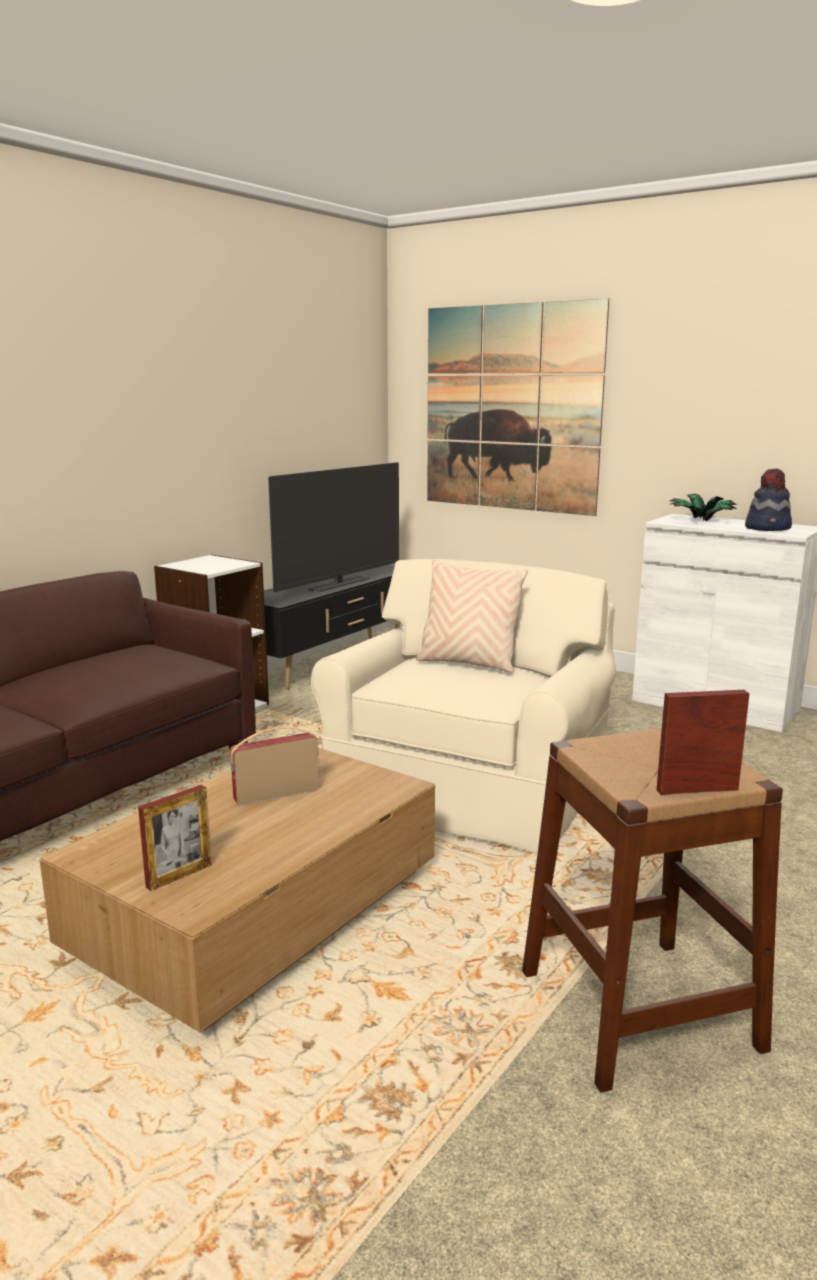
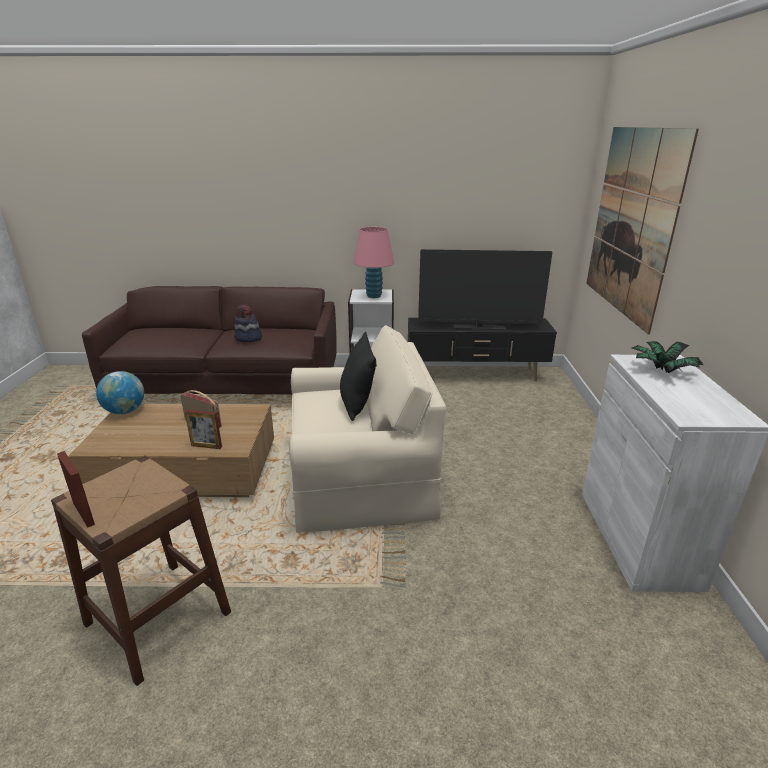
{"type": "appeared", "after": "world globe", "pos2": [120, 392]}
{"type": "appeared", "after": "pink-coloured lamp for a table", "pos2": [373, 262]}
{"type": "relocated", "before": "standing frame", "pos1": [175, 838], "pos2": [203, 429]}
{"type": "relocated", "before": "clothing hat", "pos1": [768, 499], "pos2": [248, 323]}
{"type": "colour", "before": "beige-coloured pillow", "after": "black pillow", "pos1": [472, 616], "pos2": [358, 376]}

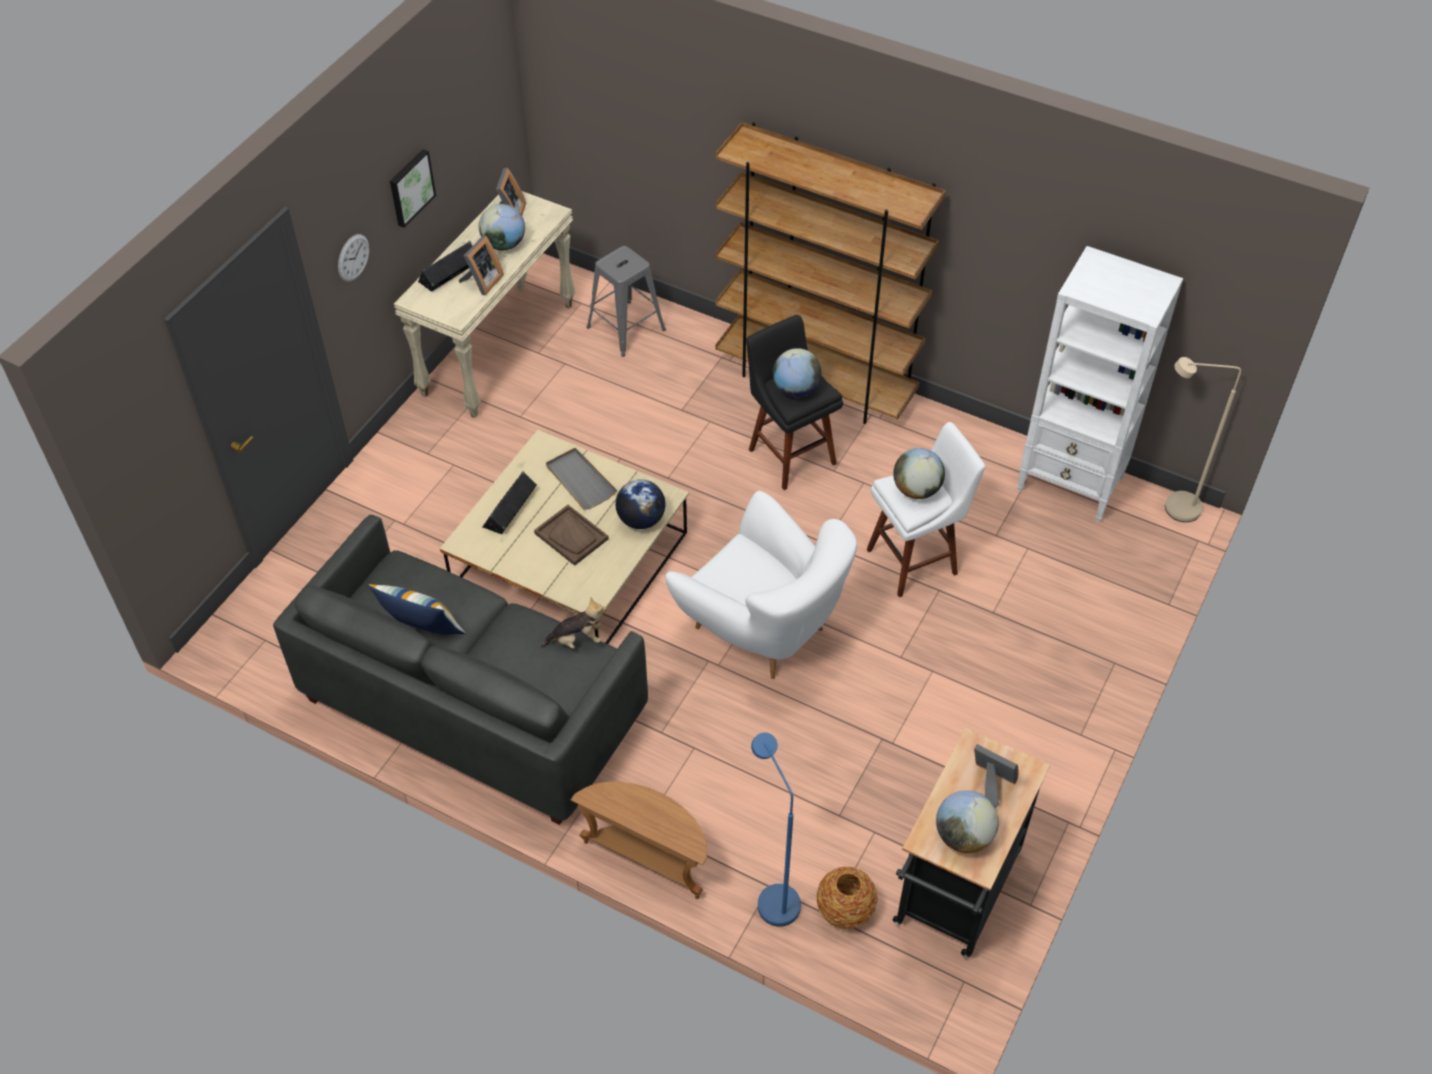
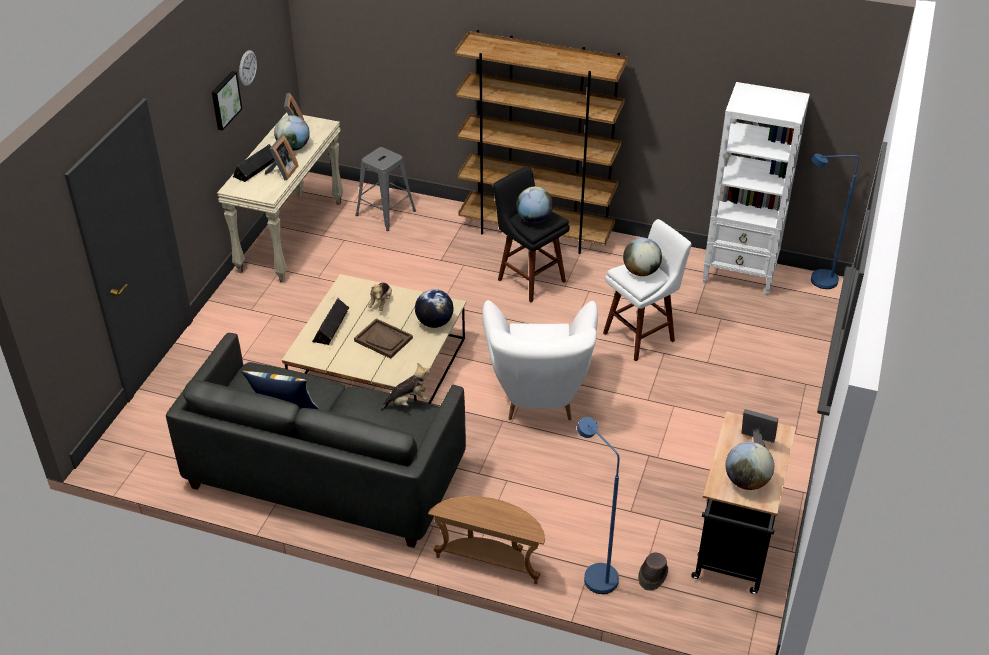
{"type": "relocated", "before": "wall clock", "pos1": [353, 258], "pos2": [248, 68]}
{"type": "exchanged", "before": "grey serving tray", "after": "soft toy", "pos1": [581, 479], "pos2": [380, 297]}
{"type": "exchanged", "before": "vase", "after": "brown clothing hat", "pos1": [847, 897], "pos2": [653, 571]}
{"type": "colour", "before": "beige-coloured floor lamp", "after": "blue-coloured floor lamp", "pos1": [1203, 439], "pos2": [835, 221]}
{"type": "spun", "before": "white-coloured easy chair", "pos1": [761, 585], "pos2": [540, 360], "turn": 60}

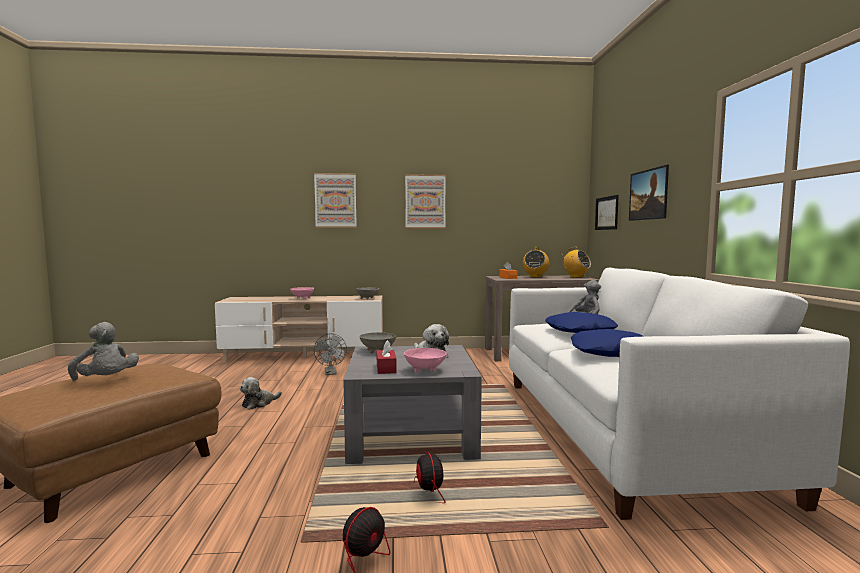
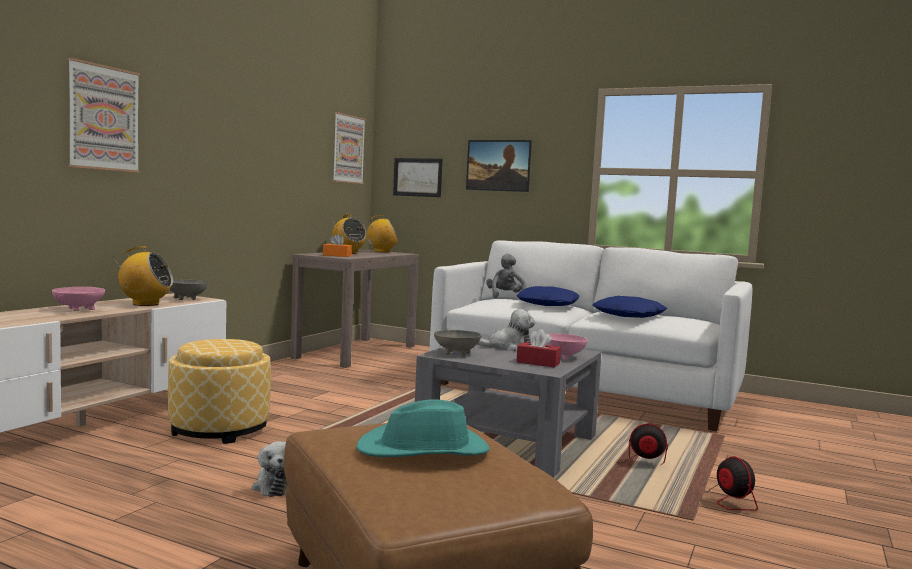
{"type": "appeared", "after": "radio receiver", "pos2": [143, 276]}
{"type": "relocated", "before": "picture", "pos1": [425, 201], "pos2": [349, 148]}
{"type": "exchanged", "before": "grey soft toy", "after": "turquoise-coloured clothing hat", "pos1": [103, 351], "pos2": [423, 428]}
{"type": "exchanged", "before": "grey cooling fan", "after": "pouffe", "pos1": [330, 354], "pos2": [219, 391]}

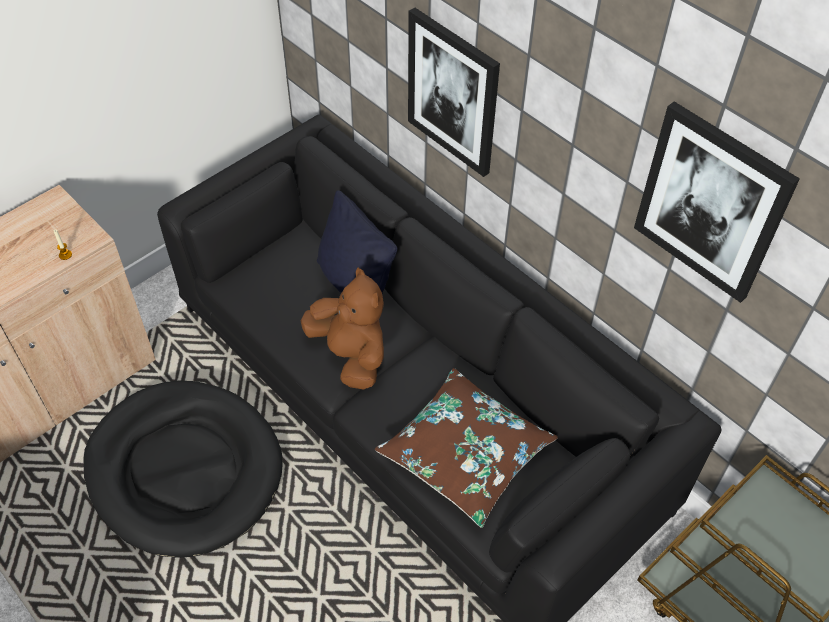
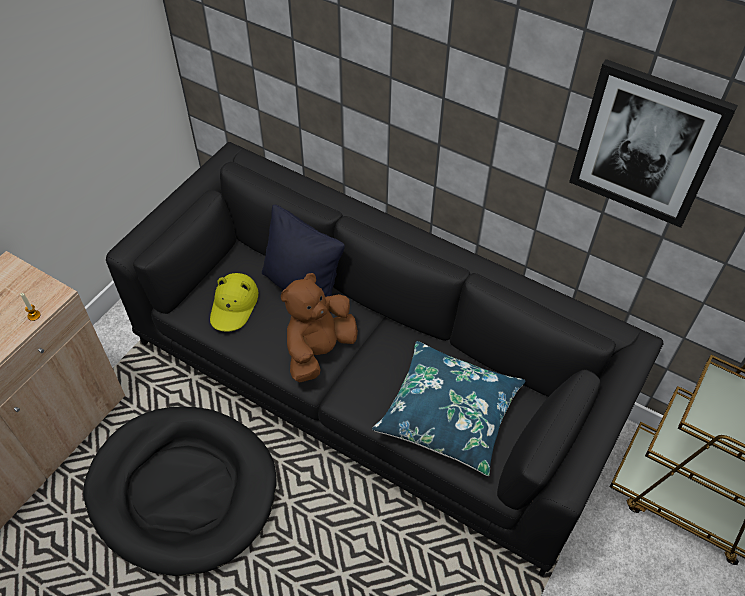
{"type": "missing", "before": "picture", "pos1": [454, 92]}
{"type": "appeared", "after": "yellow clothing hat", "pos2": [234, 302]}
{"type": "colour", "before": "brown pillow", "after": "blue-coloured pillow", "pos1": [466, 448], "pos2": [449, 408]}
{"type": "spun", "before": "brown soft toy", "pos1": [342, 329], "pos2": [319, 327], "turn": -90}

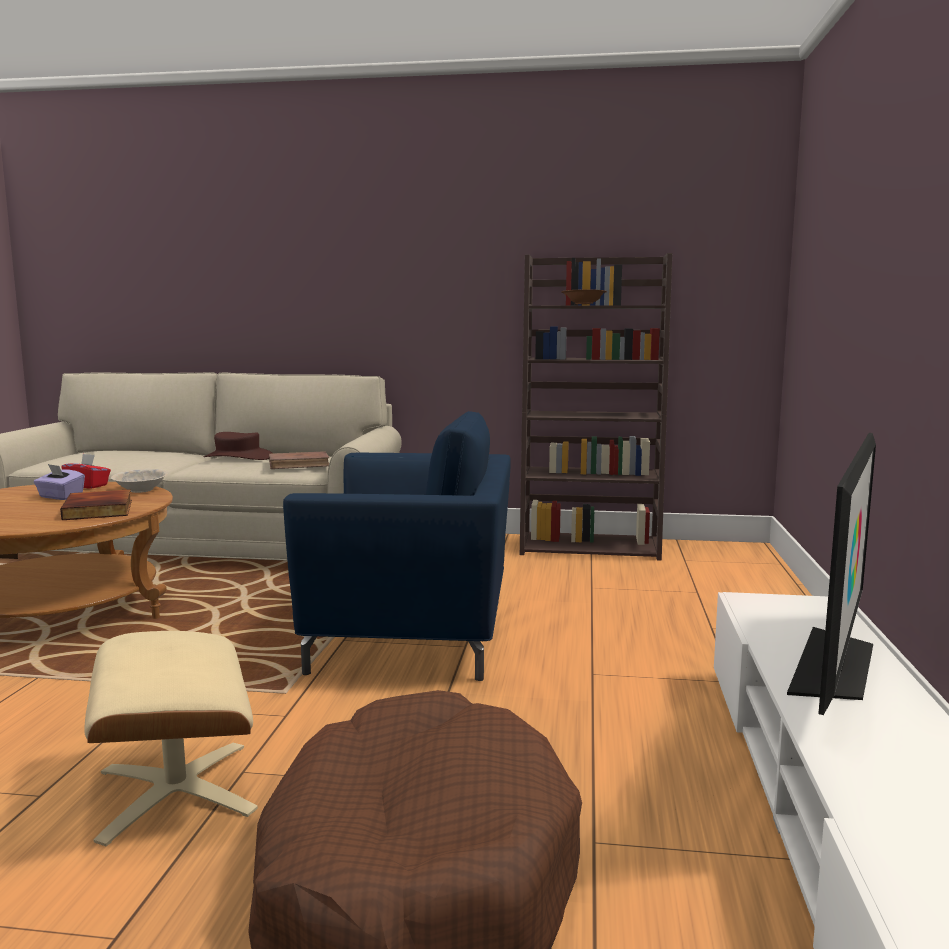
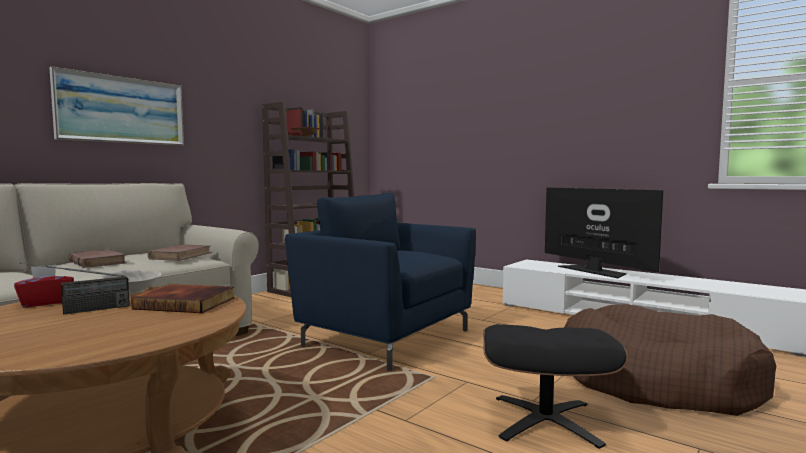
{"type": "appeared", "after": "picture", "pos2": [116, 106]}
{"type": "exchanged", "before": "purplish tissue box", "after": "radio receiver", "pos1": [59, 482], "pos2": [75, 288]}
{"type": "exchanged", "before": "brown clothing hat", "after": "brown book", "pos1": [238, 446], "pos2": [97, 258]}
{"type": "colour", "before": "beige-coloured pouffe", "after": "black pouffe", "pos1": [171, 738], "pos2": [555, 386]}
{"type": "spun", "before": "blue-coloured easy chair", "pos1": [397, 546], "pos2": [380, 281], "turn": -90}

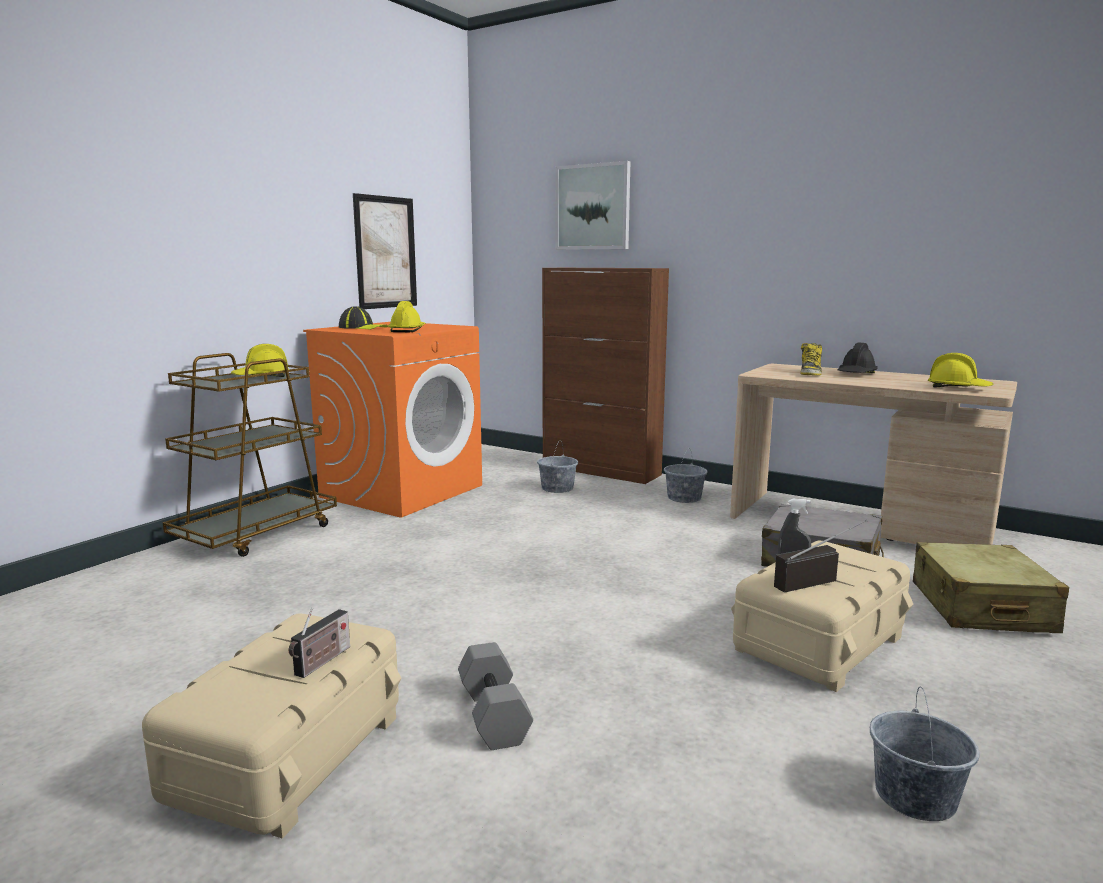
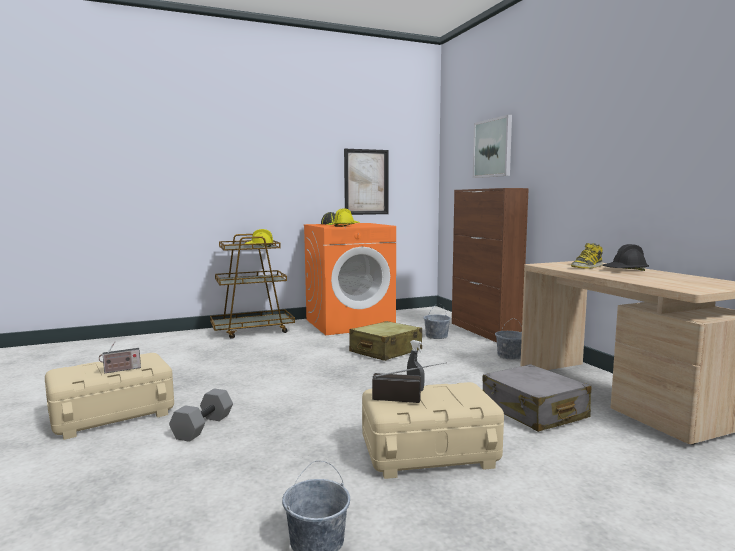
{"type": "missing", "before": "yellow hard hat", "pos1": [960, 370]}
{"type": "relocated", "before": "beige-coloured travel case", "pos1": [991, 587], "pos2": [385, 341]}

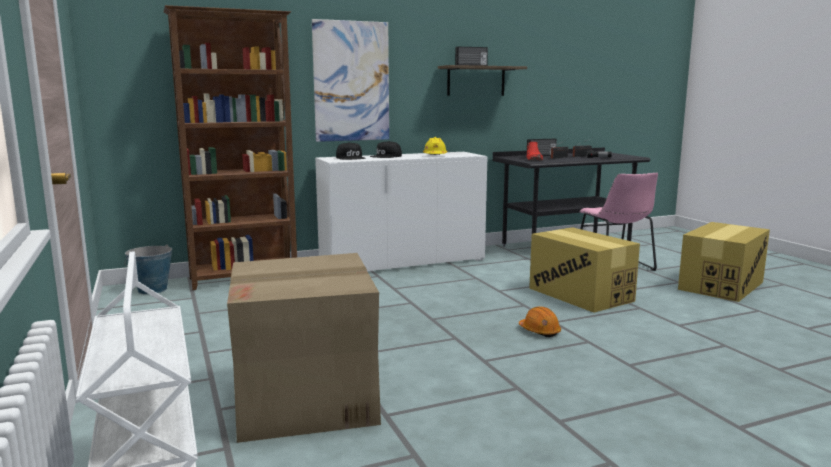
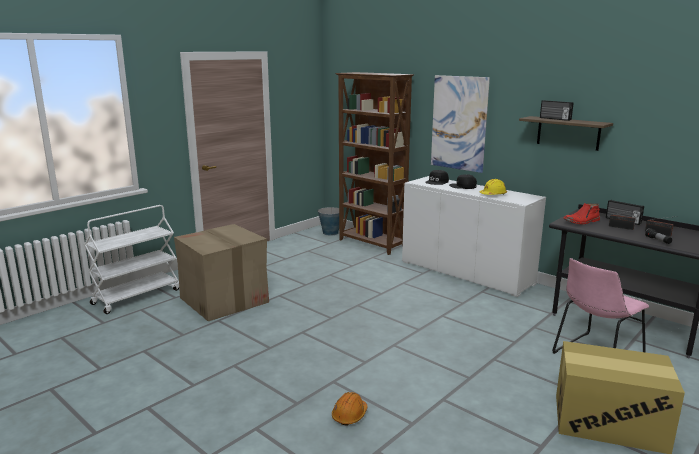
{"type": "missing", "before": "packing box", "pos1": [584, 270]}
{"type": "relocated", "before": "orange hard hat", "pos1": [540, 322], "pos2": [350, 409]}

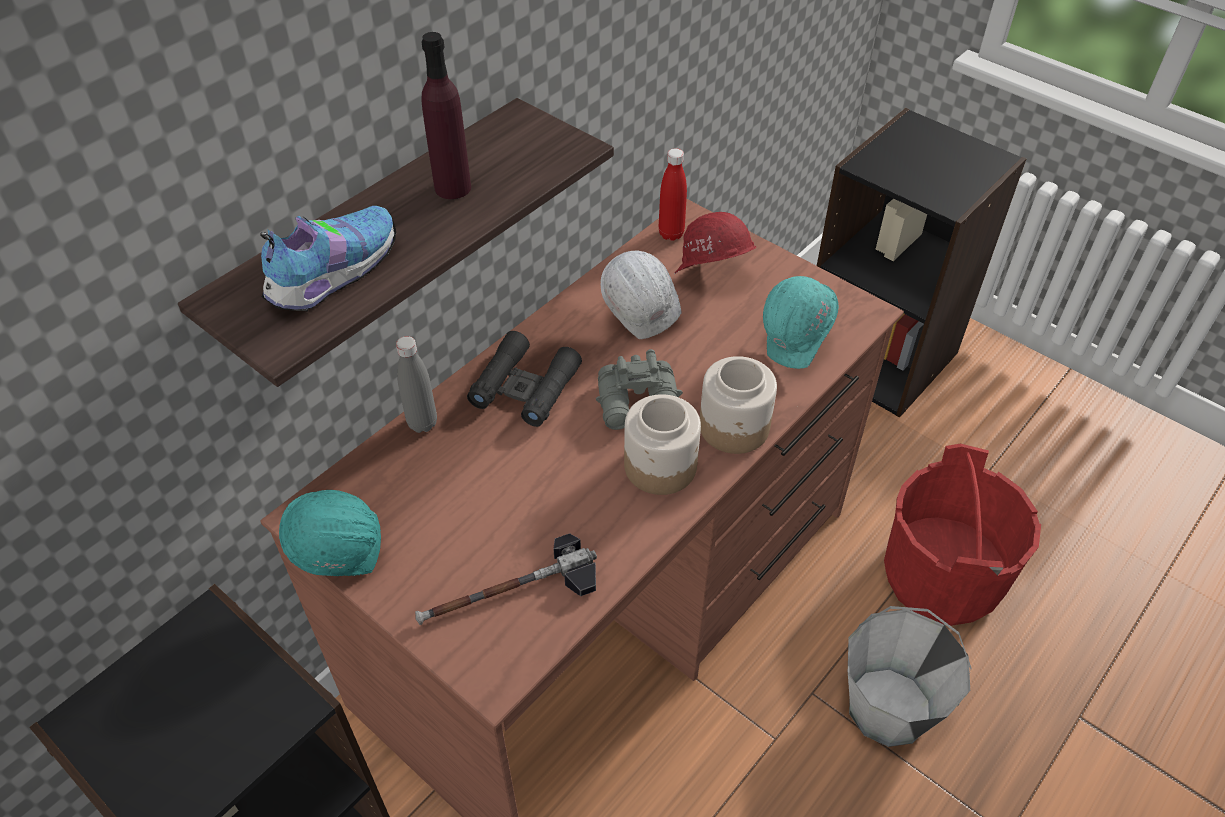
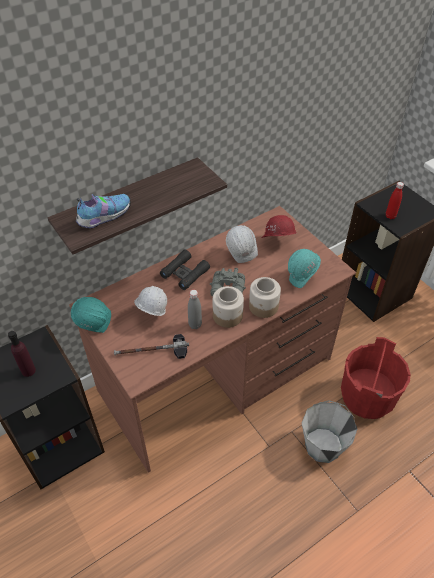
{"type": "appeared", "after": "white-coloured hard hat", "pos2": [150, 301]}
{"type": "relocated", "before": "grey beverage bottle", "pos1": [416, 384], "pos2": [195, 309]}
{"type": "relocated", "before": "purplish beverage bottle", "pos1": [446, 115], "pos2": [22, 354]}
{"type": "relocated", "before": "red beverage bottle", "pos1": [673, 194], "pos2": [395, 200]}

